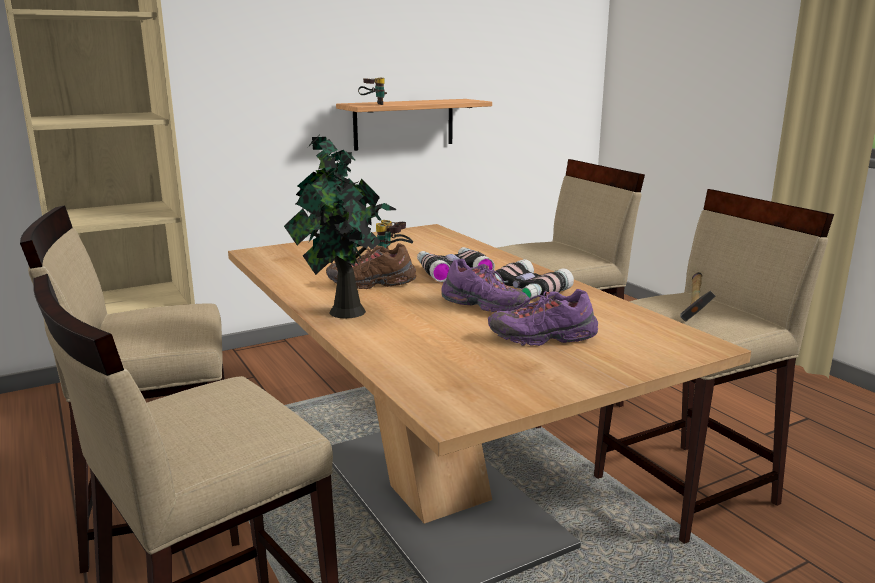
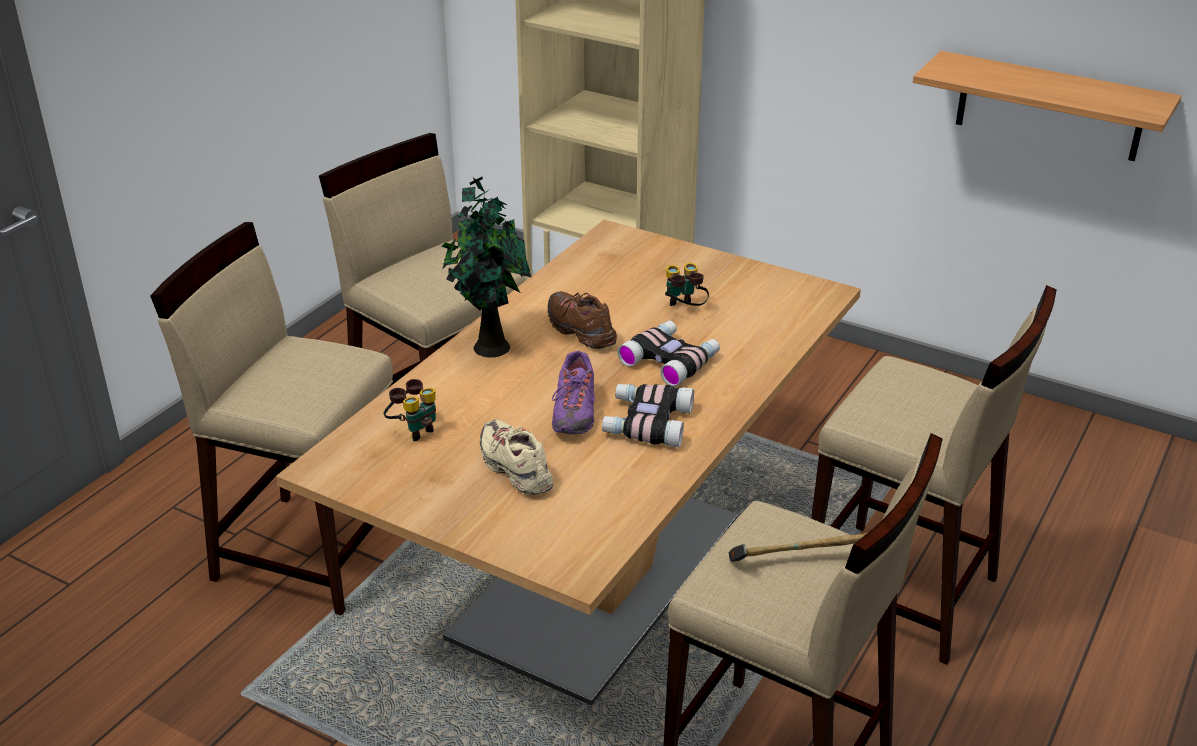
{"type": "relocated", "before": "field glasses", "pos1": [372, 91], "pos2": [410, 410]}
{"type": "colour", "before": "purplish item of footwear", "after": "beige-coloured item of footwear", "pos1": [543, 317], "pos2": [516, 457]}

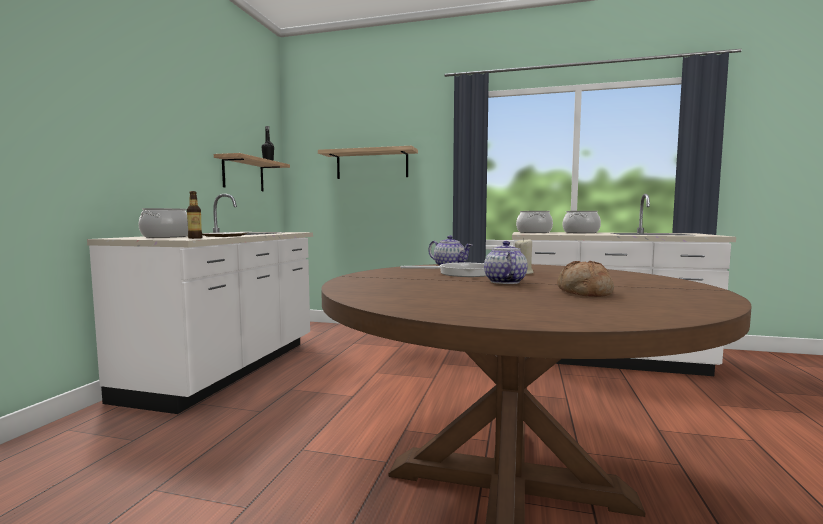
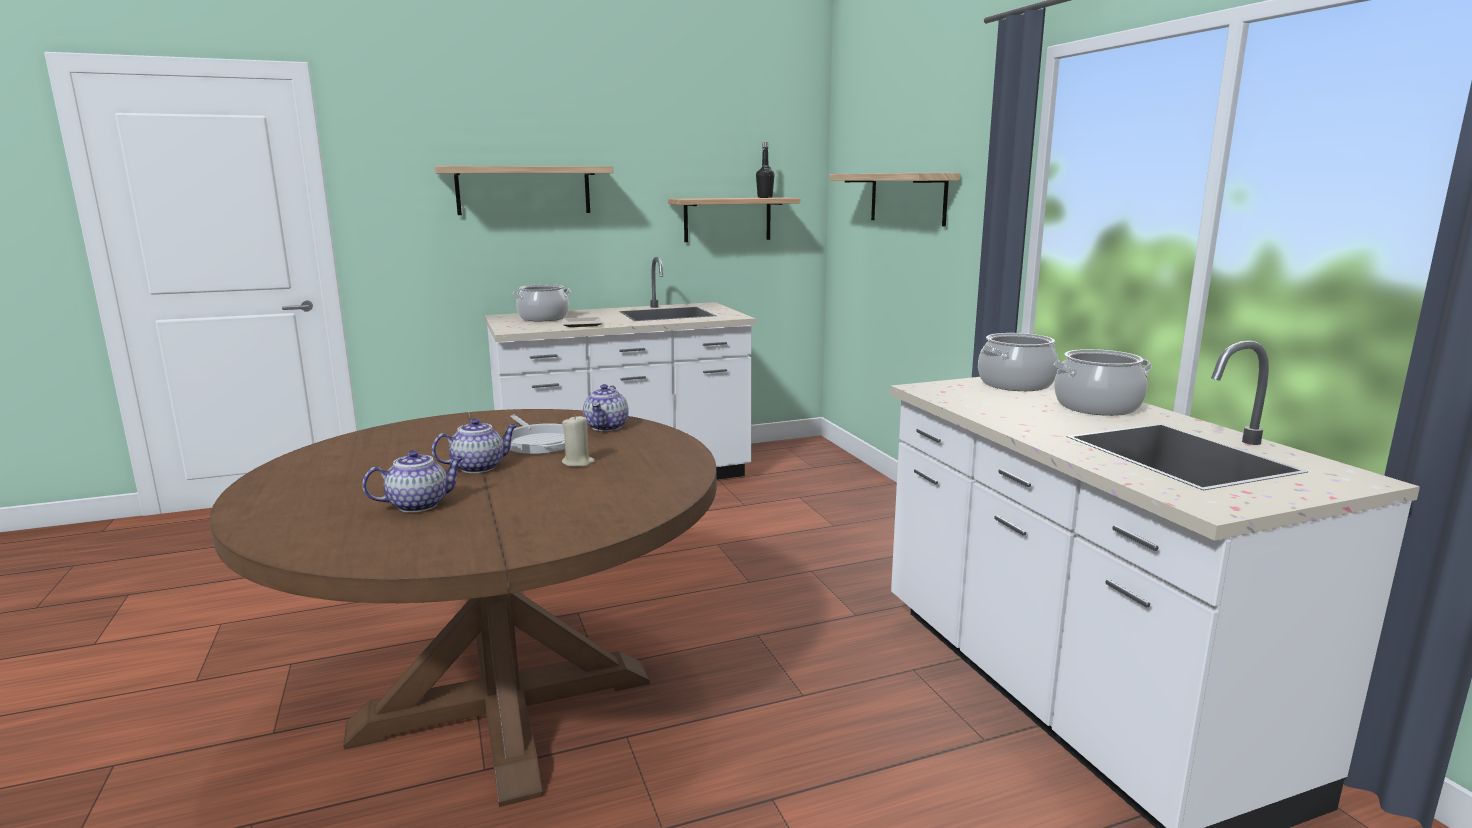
{"type": "missing", "before": "beverage bottle", "pos1": [195, 215]}
{"type": "appeared", "after": "bracket shelf", "pos2": [524, 190]}
{"type": "exchanged", "before": "baked bread", "after": "teapot", "pos1": [585, 279], "pos2": [413, 481]}

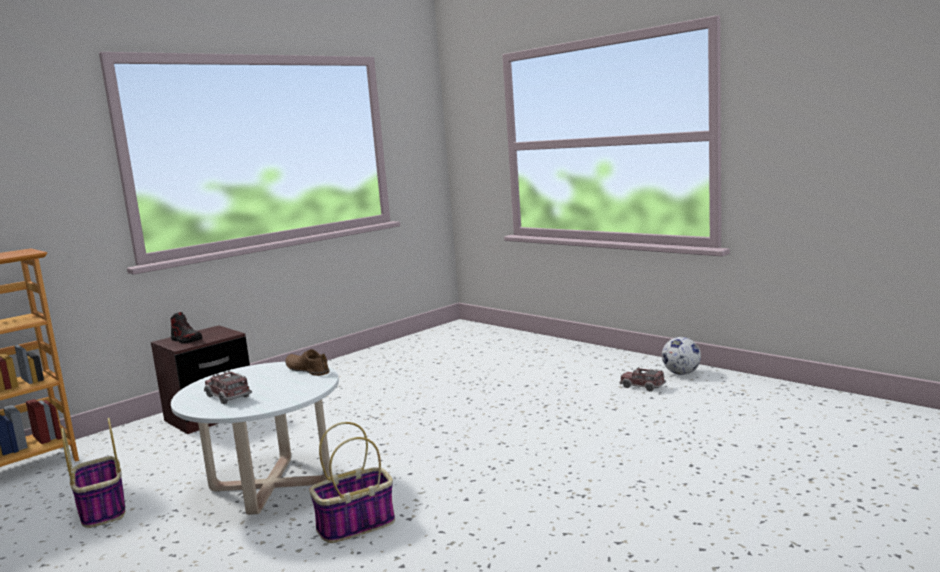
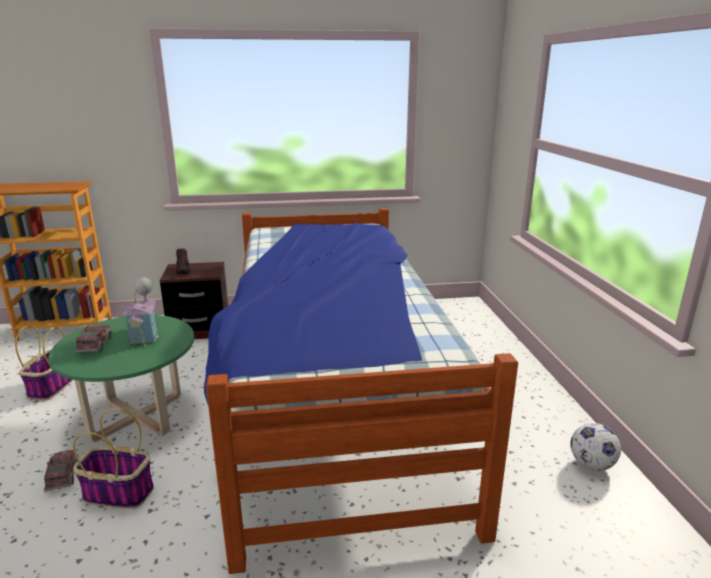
{"type": "missing", "before": "brown item of footwear", "pos1": [307, 362]}
{"type": "appeared", "after": "toy house", "pos2": [141, 312]}
{"type": "appeared", "after": "sleeping bed", "pos2": [361, 391]}
{"type": "relocated", "before": "toy truck", "pos1": [643, 379], "pos2": [61, 470]}
{"type": "colour", "before": "white-coloured lounge table", "after": "green-coloured lounge table", "pos1": [255, 438], "pos2": [121, 378]}

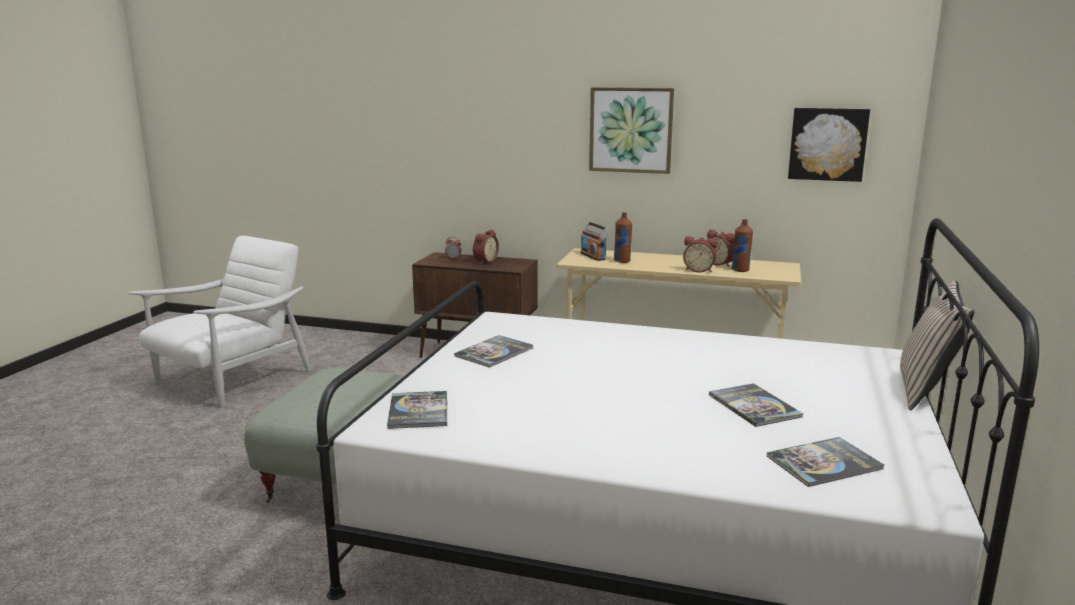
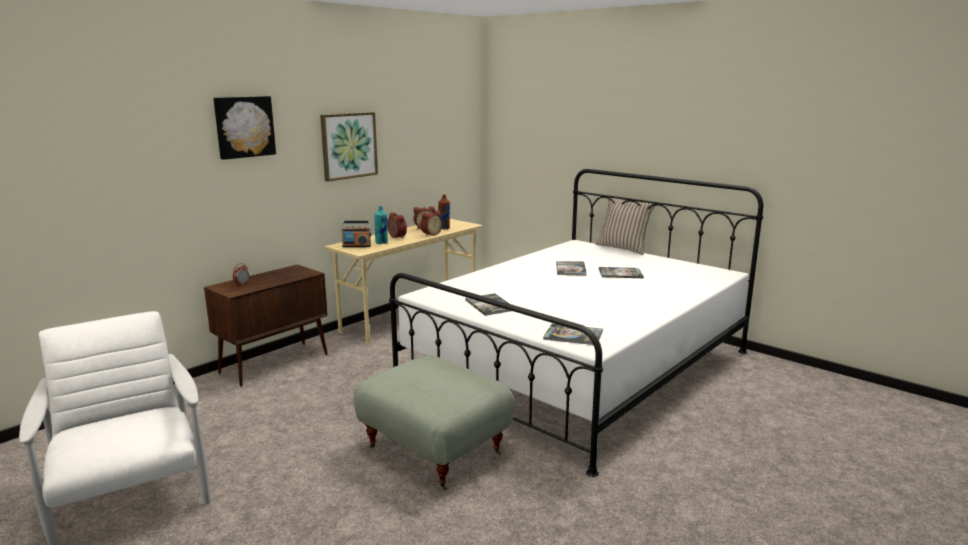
{"type": "relocated", "before": "bedside clock", "pos1": [486, 247], "pos2": [397, 225]}
{"type": "relocated", "before": "book", "pos1": [825, 462], "pos2": [571, 268]}
{"type": "relocated", "before": "picture", "pos1": [829, 145], "pos2": [244, 128]}
{"type": "colour", "before": "brown beverage bottle", "after": "turquoise-coloured beverage bottle", "pos1": [623, 237], "pos2": [381, 225]}

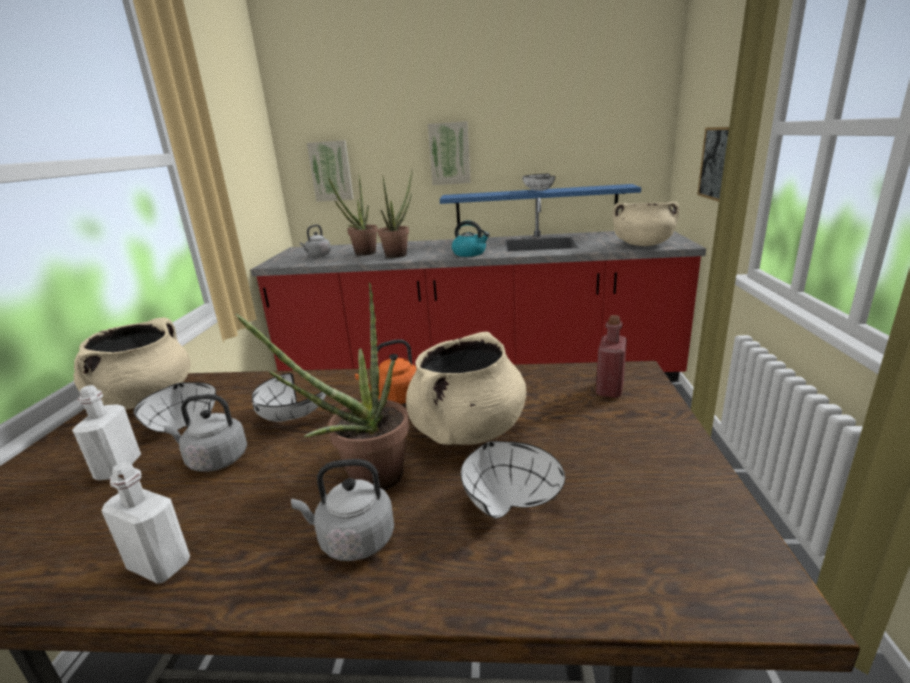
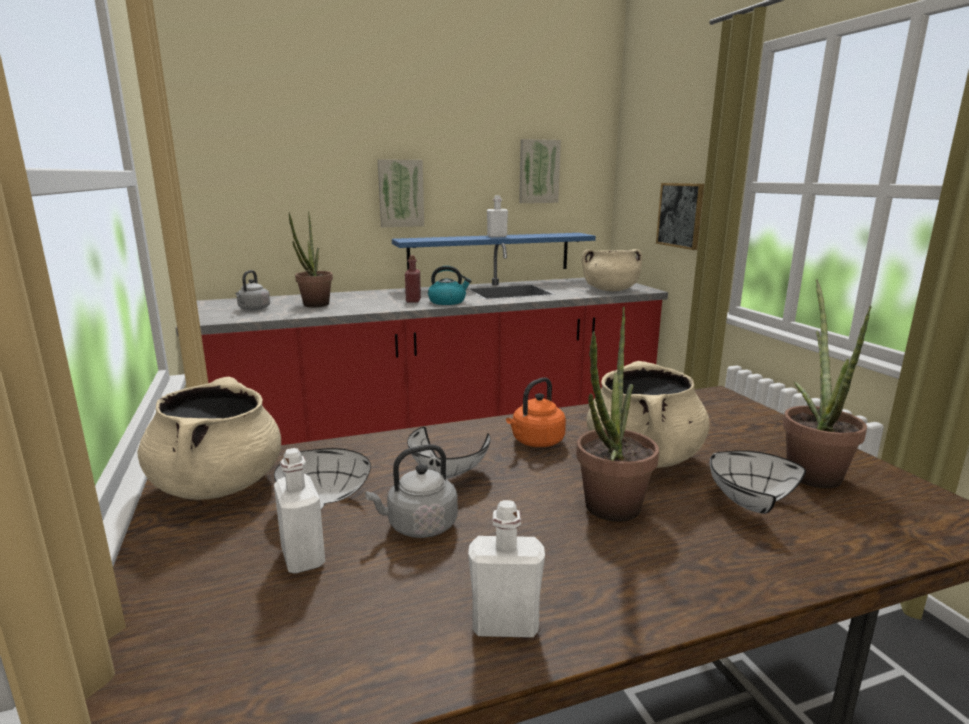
{"type": "missing", "before": "grey kettle", "pos1": [342, 510]}
{"type": "relocated", "before": "picture", "pos1": [330, 171], "pos2": [540, 171]}
{"type": "relocated", "before": "plant in a pot", "pos1": [395, 214], "pos2": [827, 383]}
{"type": "relocated", "before": "red beverage bottle", "pos1": [611, 356], "pos2": [413, 279]}
{"type": "exchanged", "before": "white-coloured serving bowl", "after": "white-coloured beverage bottle", "pos1": [538, 182], "pos2": [497, 216]}

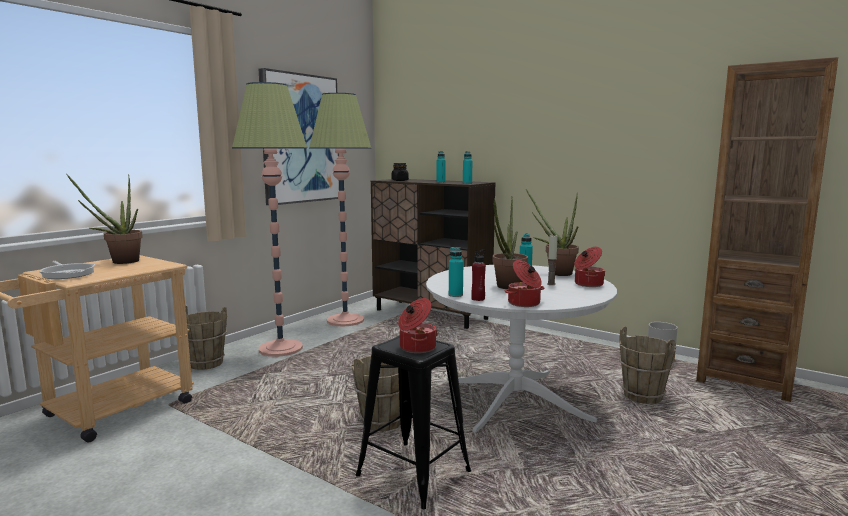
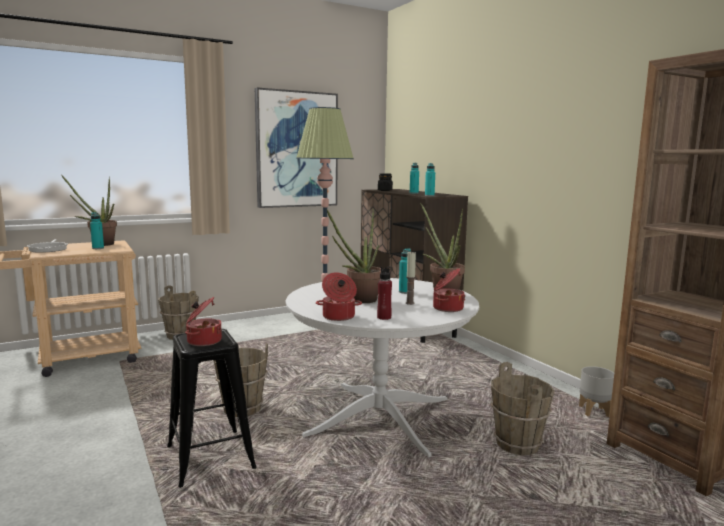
{"type": "missing", "before": "floor lamp", "pos1": [269, 219]}
{"type": "relocated", "before": "turquoise-coloured beverage bottle", "pos1": [456, 272], "pos2": [97, 230]}
{"type": "relocated", "before": "red beverage bottle", "pos1": [478, 275], "pos2": [385, 293]}

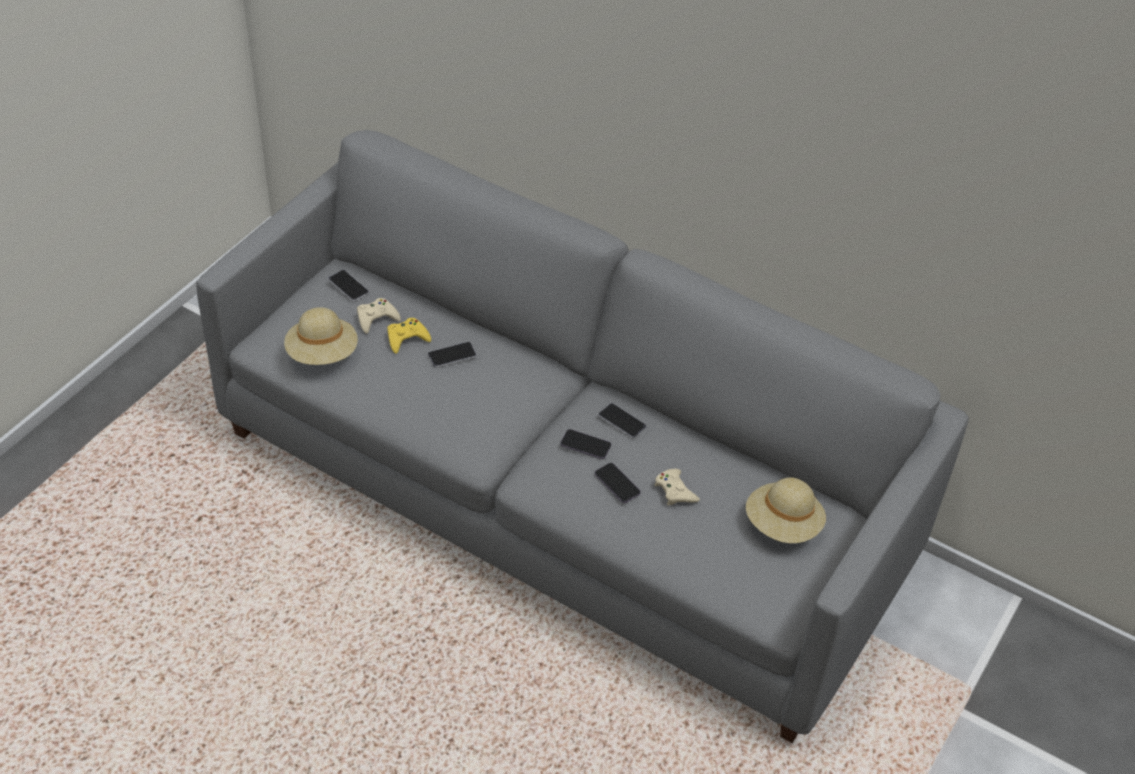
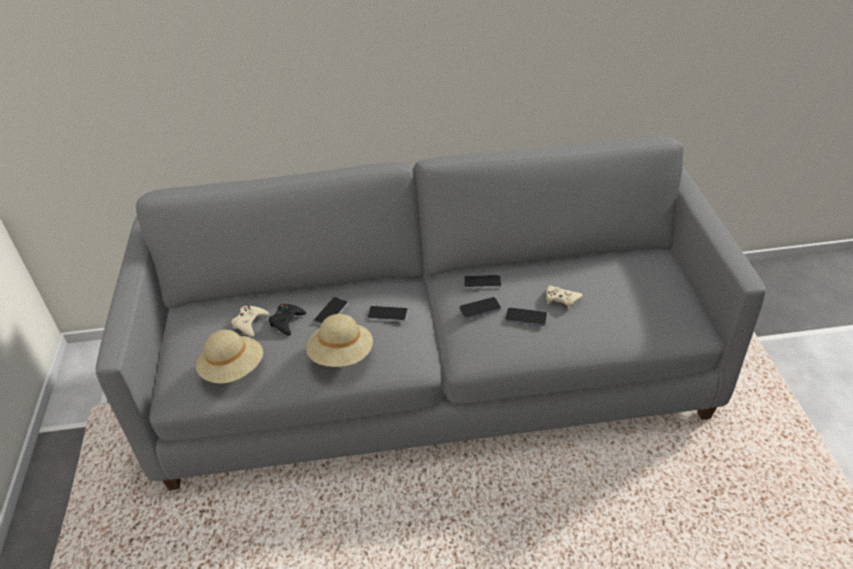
{"type": "relocated", "before": "telephone", "pos1": [348, 286], "pos2": [387, 314]}
{"type": "relocated", "before": "beige-coloured clothing hat", "pos1": [786, 510], "pos2": [339, 340]}
{"type": "colour", "before": "yellow game controller", "after": "black game controller", "pos1": [409, 336], "pos2": [287, 320]}

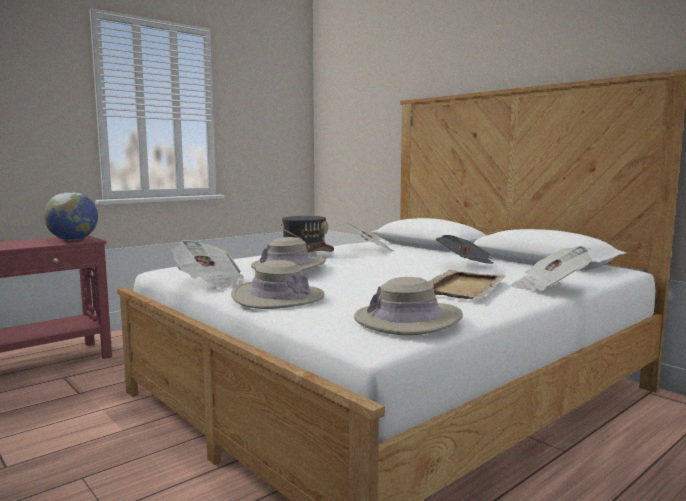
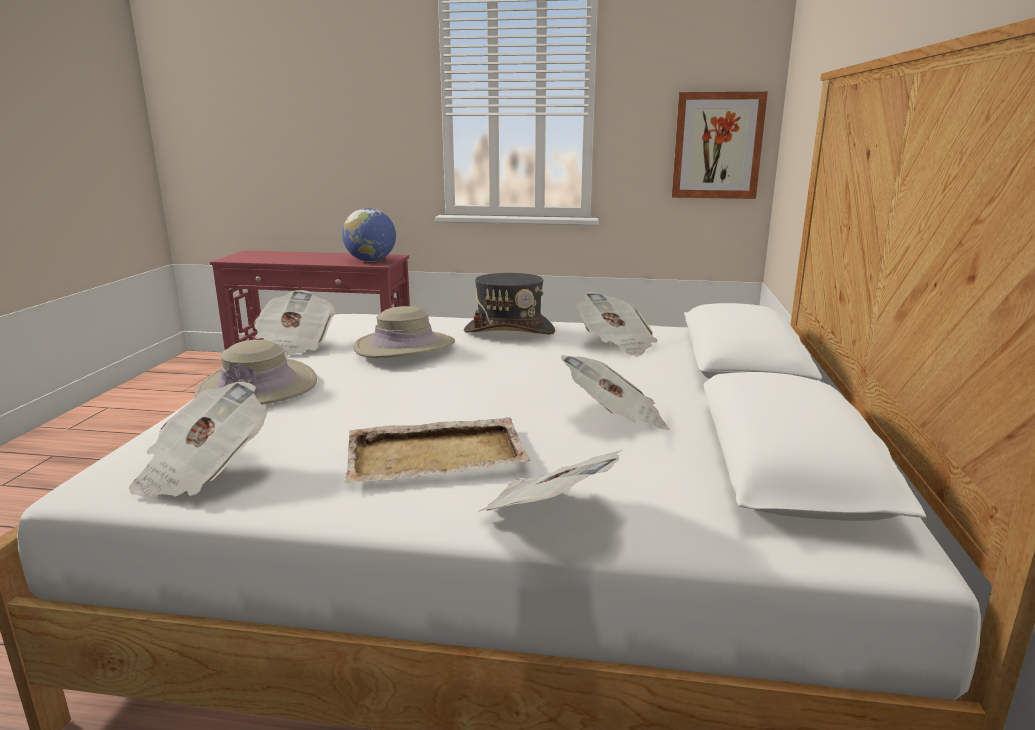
{"type": "appeared", "after": "picture", "pos2": [720, 145]}
{"type": "exchanged", "before": "beige-coloured clothing hat", "after": "printed paper", "pos1": [408, 306], "pos2": [198, 439]}

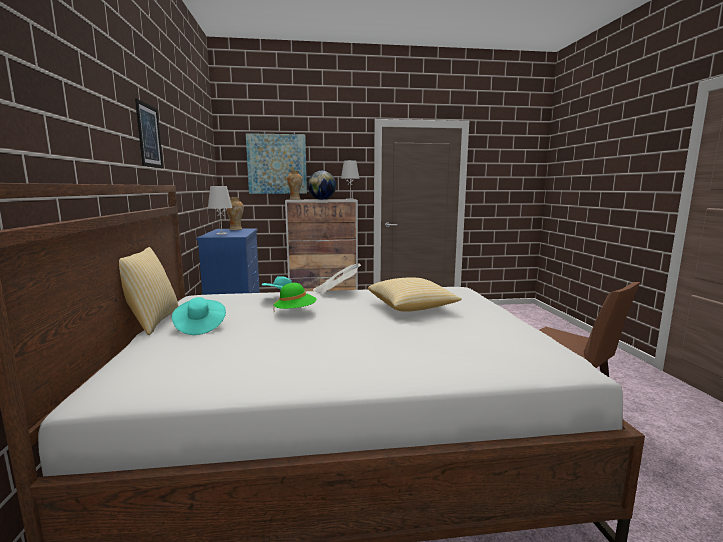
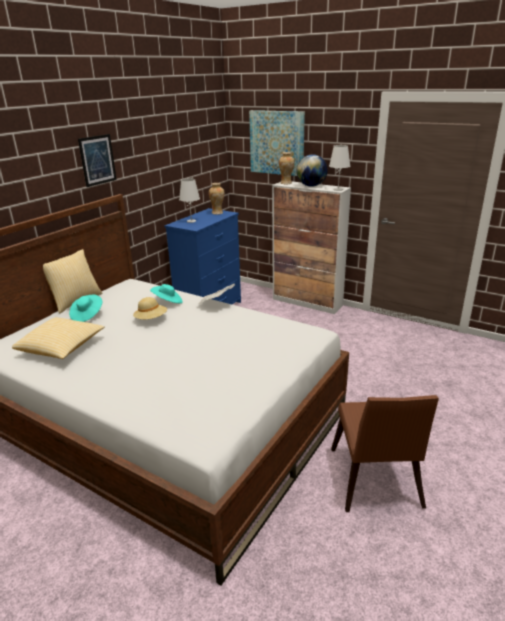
{"type": "relocated", "before": "pillow", "pos1": [415, 294], "pos2": [58, 338]}
{"type": "colour", "before": "green-coloured clothing hat", "after": "beige-coloured clothing hat", "pos1": [295, 296], "pos2": [150, 308]}

